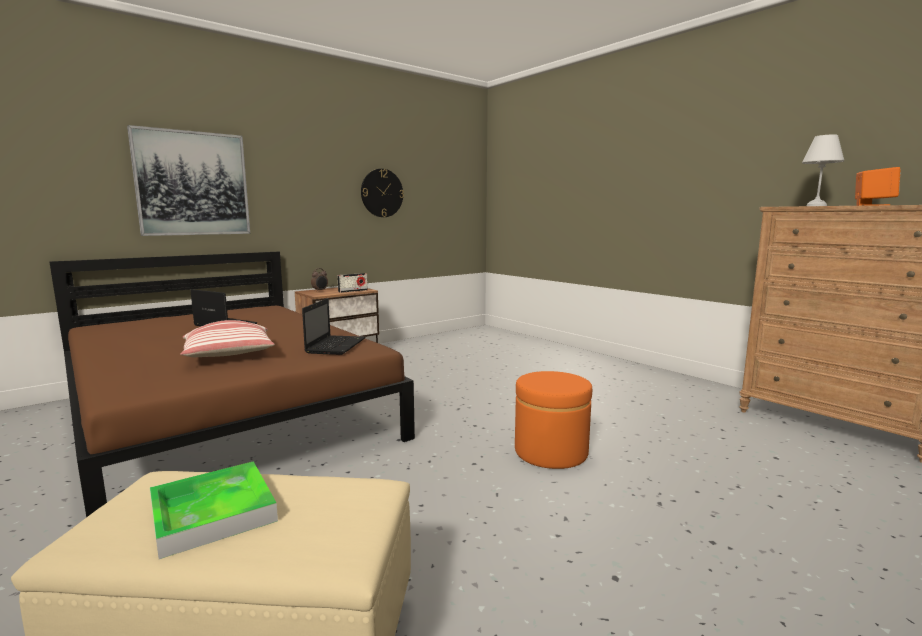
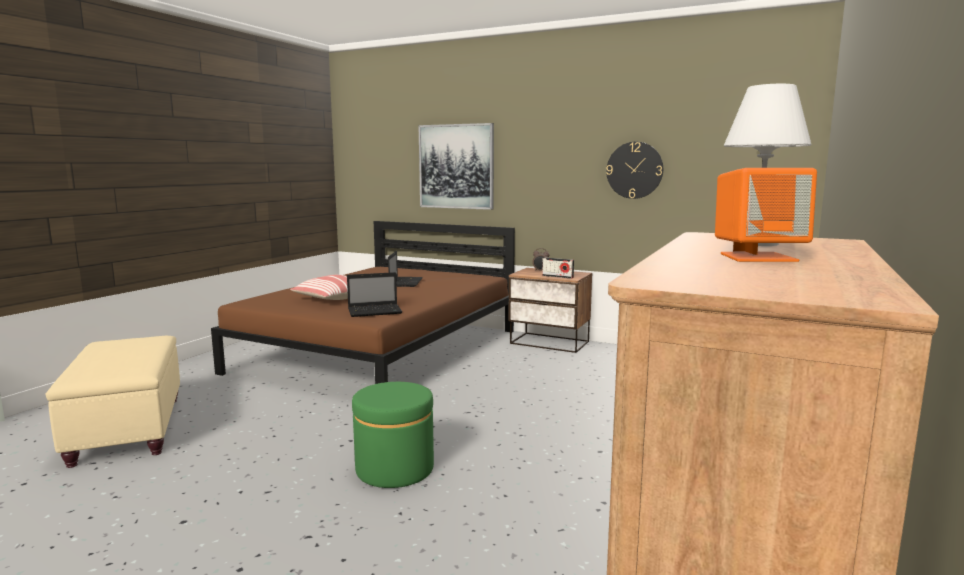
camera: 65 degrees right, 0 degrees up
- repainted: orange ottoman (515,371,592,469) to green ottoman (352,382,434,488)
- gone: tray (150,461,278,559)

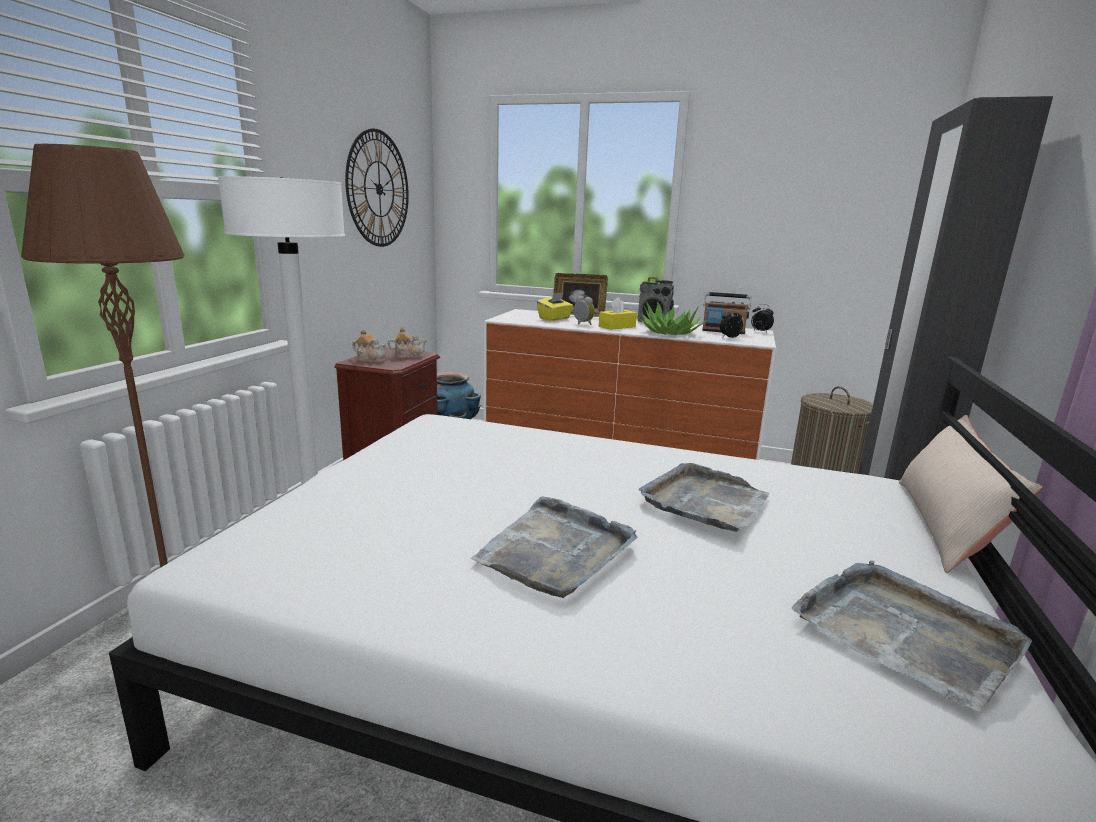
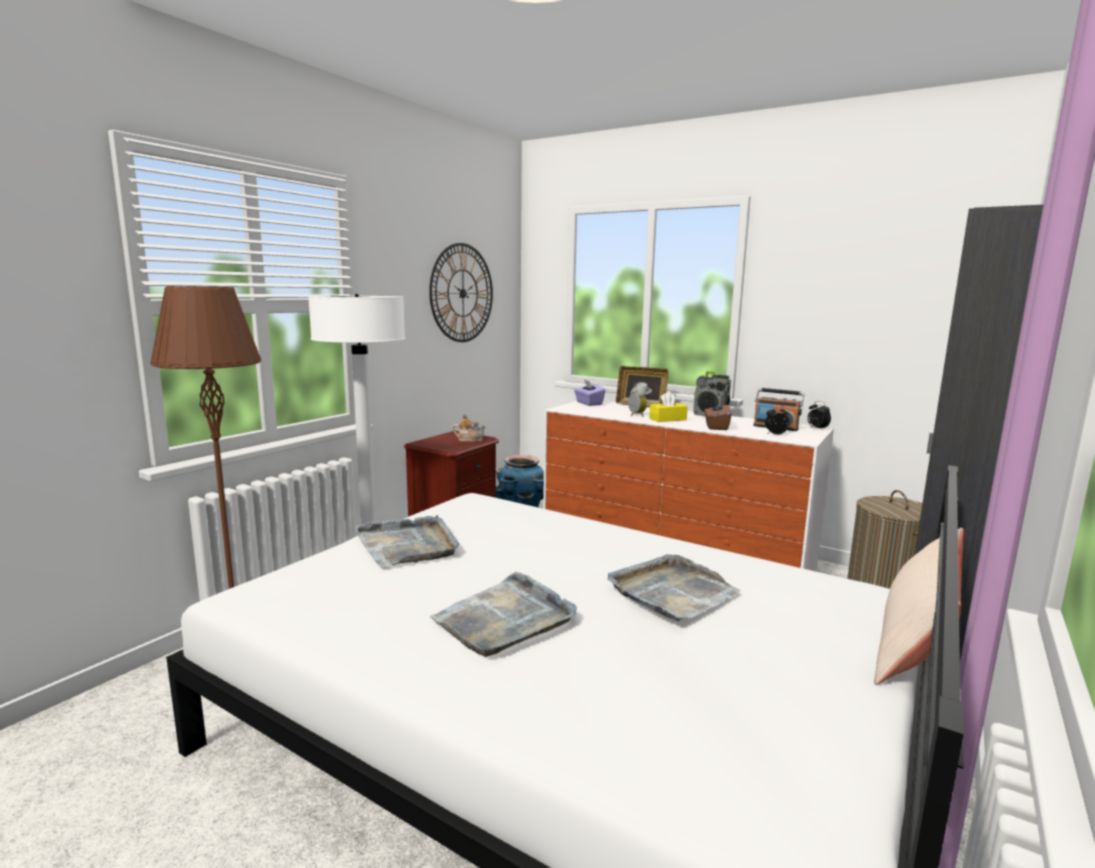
camera: 15 degrees right, 5 degrees down
- shifted: grey tray (792,561,1032,711) to (355,515,460,566)
- new: purple tissue box (574,380,605,406)
- swapped: potted plant (637,301,707,335) to brown tissue box (704,398,732,430)
- gone: teapot (352,329,386,363)
- gone: yellow tissue box (537,292,573,321)

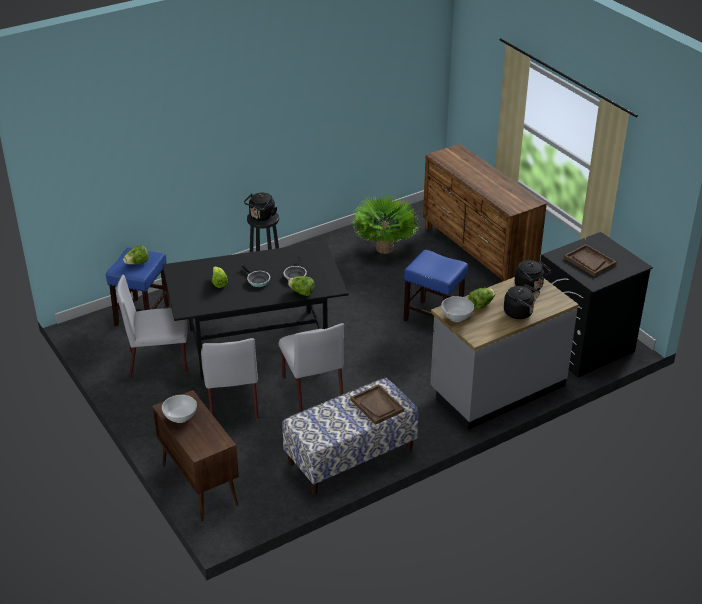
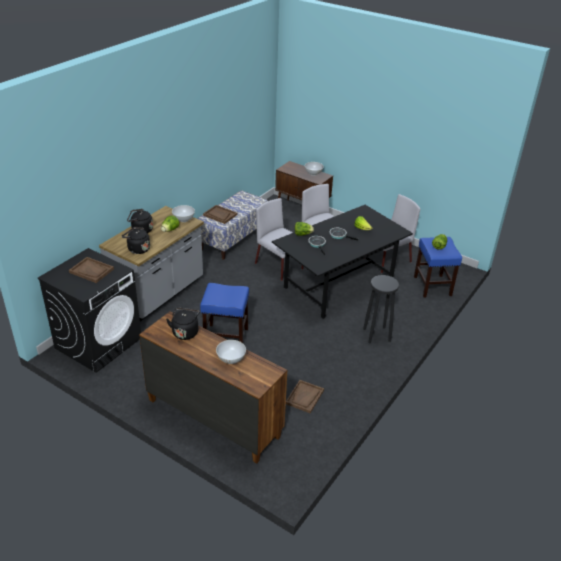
camera: 155 degrees right, 0 degrees up
- shifted: black kettle (244,193,277,221) to (166,307,200,340)
- new: white bowl (216,340,246,364)
- swapped: potted plant (351,195,419,254) to brown tray (286,380,324,413)

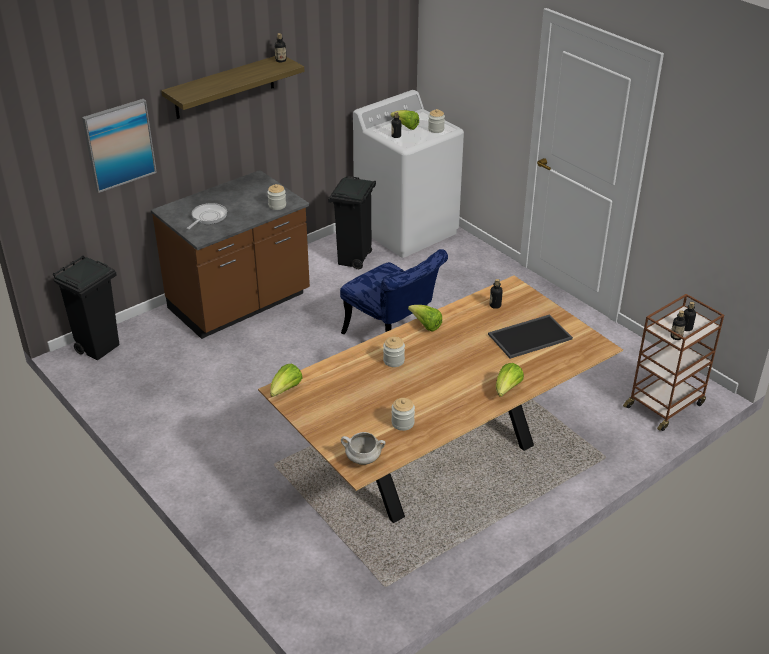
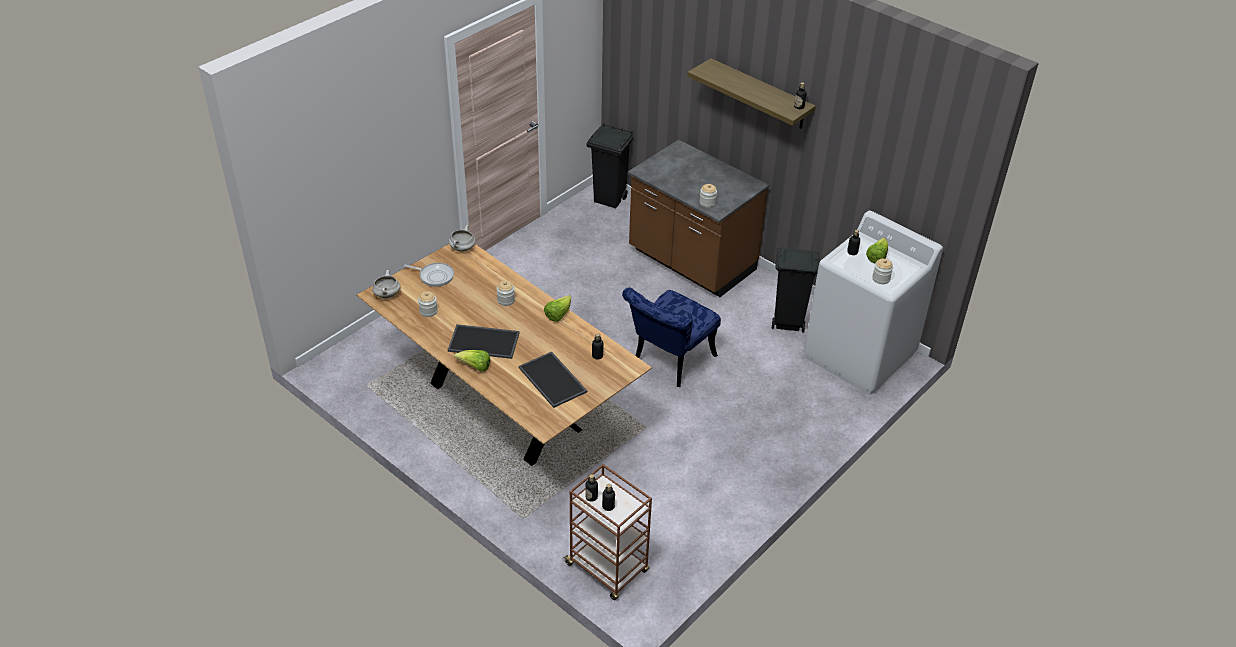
camera: 80 degrees right, 5 degrees up
- shifted: frying pan (187,203,227,229) to (404,263,454,287)
- new: tray (448,324,520,359)
- swapped: lettuce (270,364,303,397) to white cooking pot (449,225,476,252)
- gone: picture (82,99,157,193)

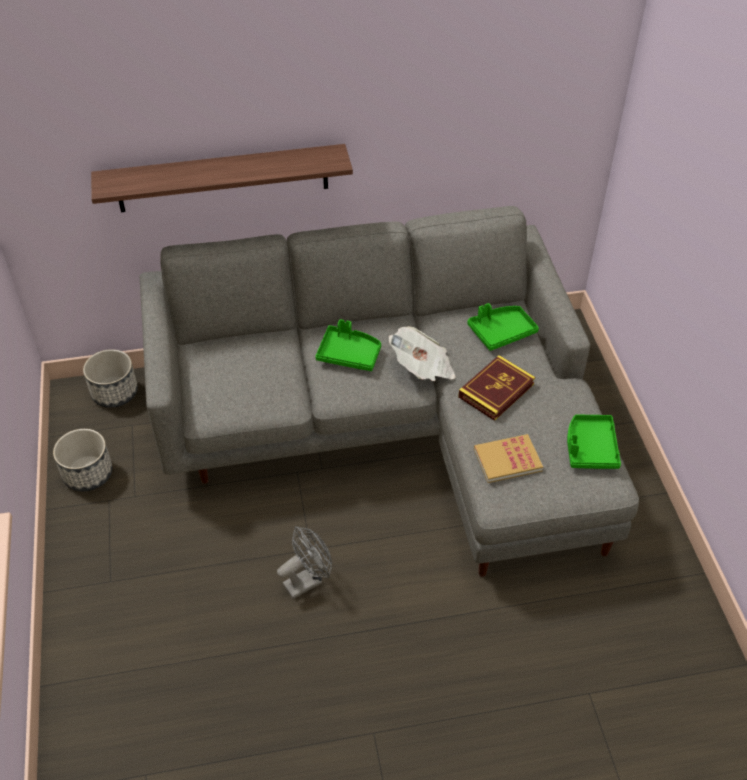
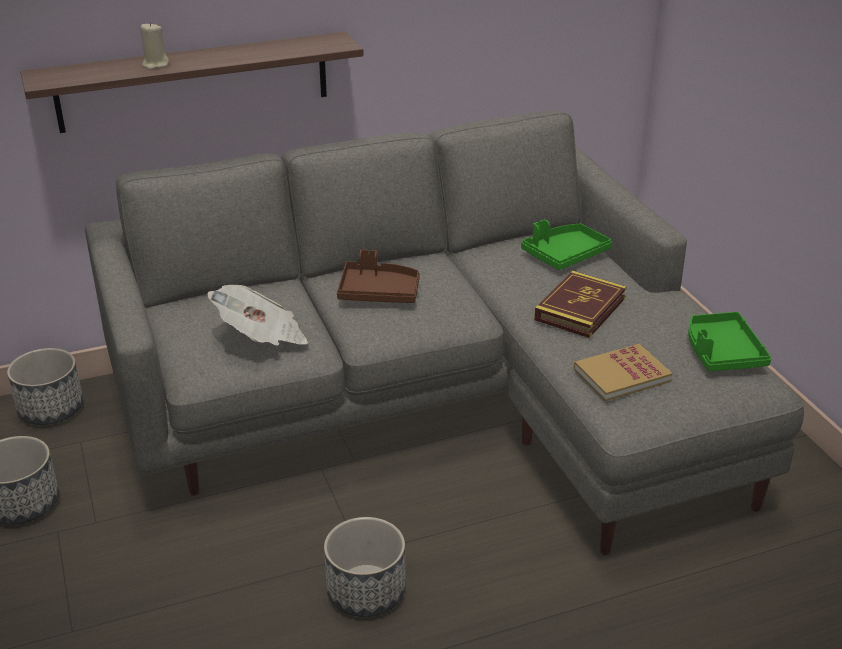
camera: 10 degrees left, 15 degrees down
- new: beige candle (140,22,169,70)
- shifted: newspaper (389,326,456,381) to (208,285,308,346)
- swapped: grey fan (277,526,332,599) to planter (324,517,406,617)
- repainted: green tray (315,319,381,371) to brown tray (337,249,420,303)

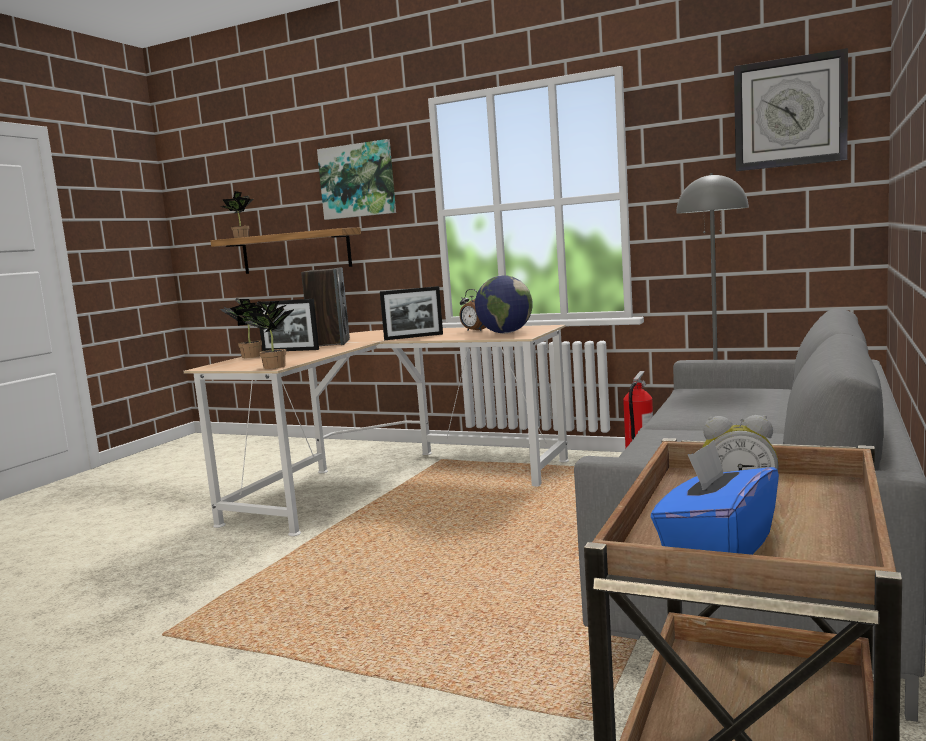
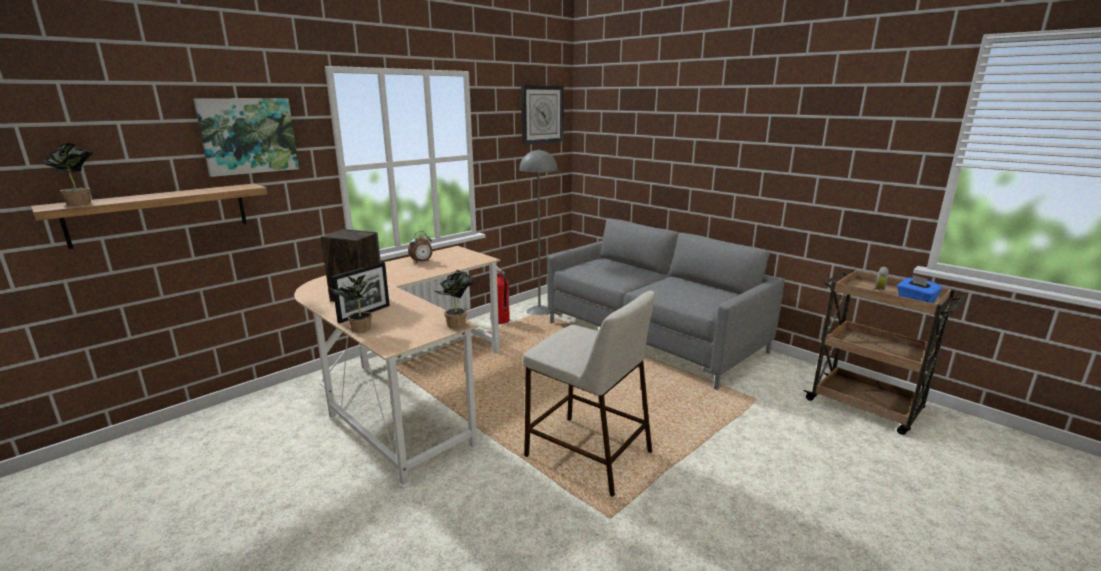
camera: 70 degrees left, 10 degrees up
- new: beige stool (523,291,655,497)
- gone: picture frame (380,286,443,340)
- gone: globe (475,275,533,333)

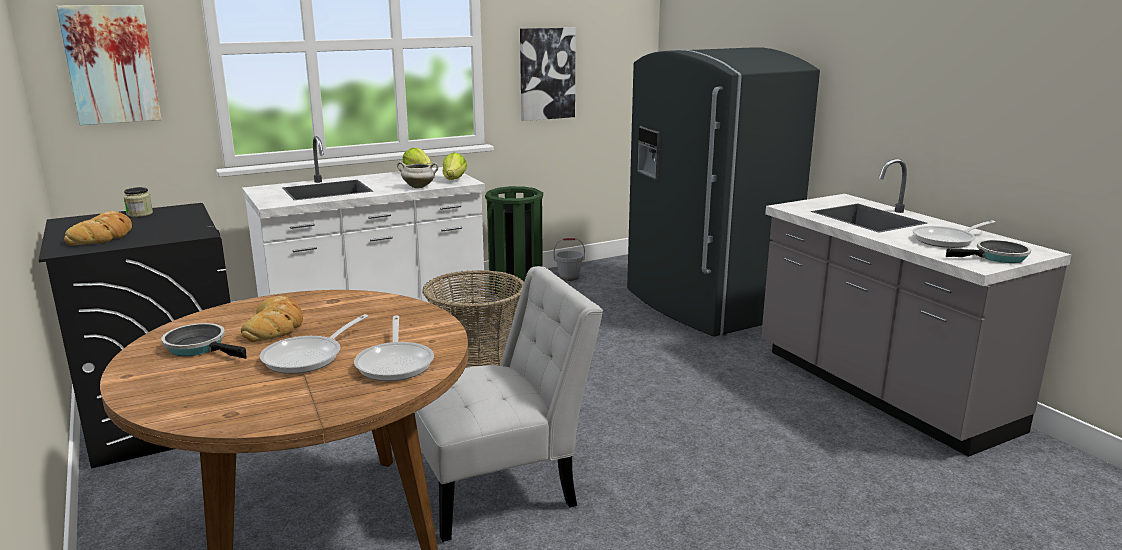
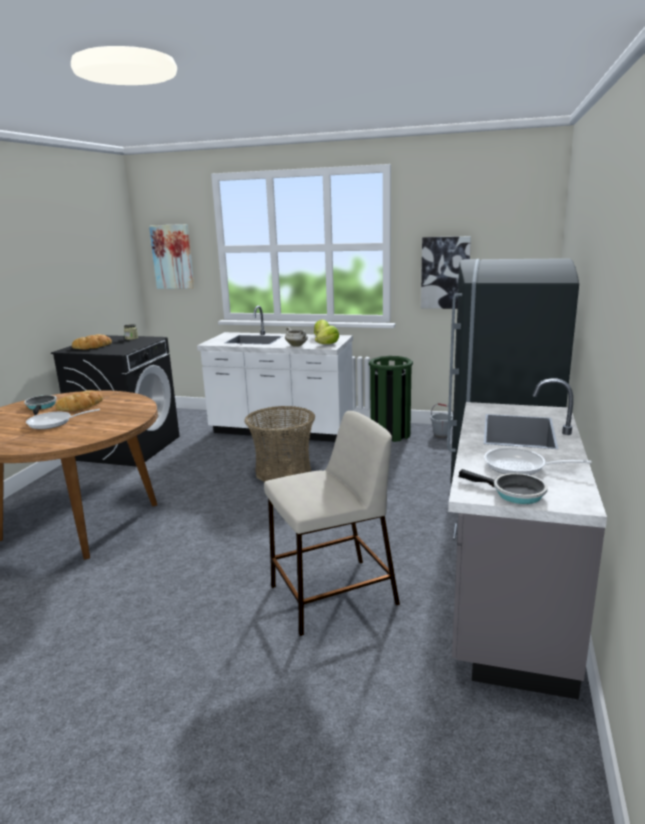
camera: 45 degrees right, 0 degrees up
- new: beige stool (264,411,400,636)
- gone: frying pan (354,315,434,381)
- gone: white chair (415,266,603,542)

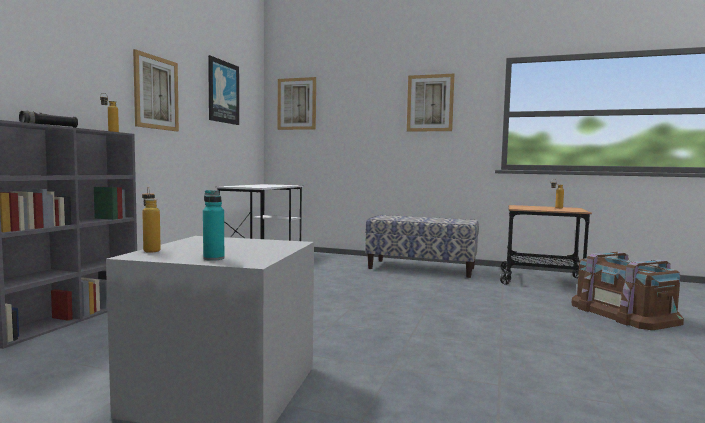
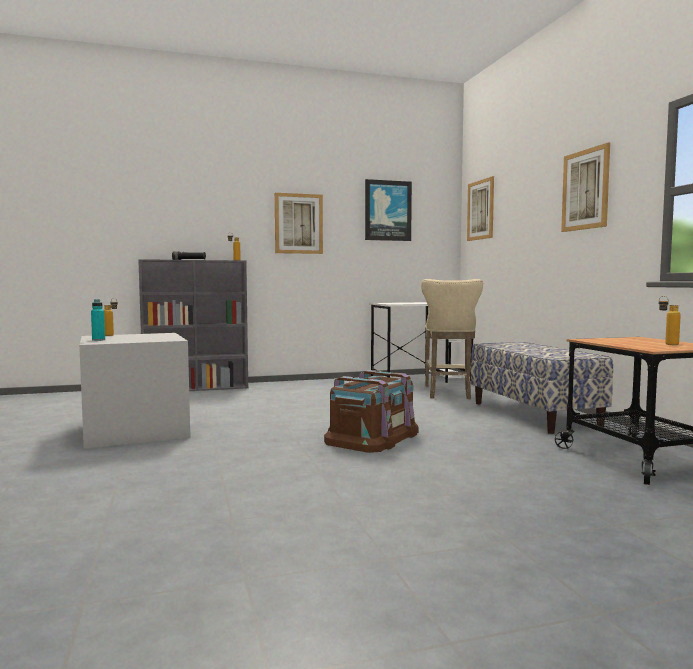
camera: 55 degrees right, 0 degrees up
- shifted: brown storage box (572,252,684,330) to (324,370,419,453)
- new: beige stool (421,279,483,399)

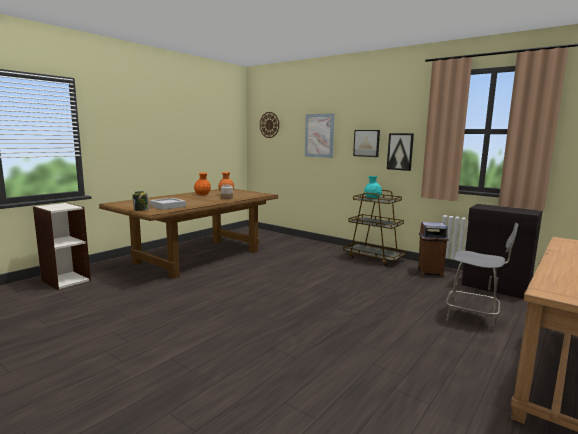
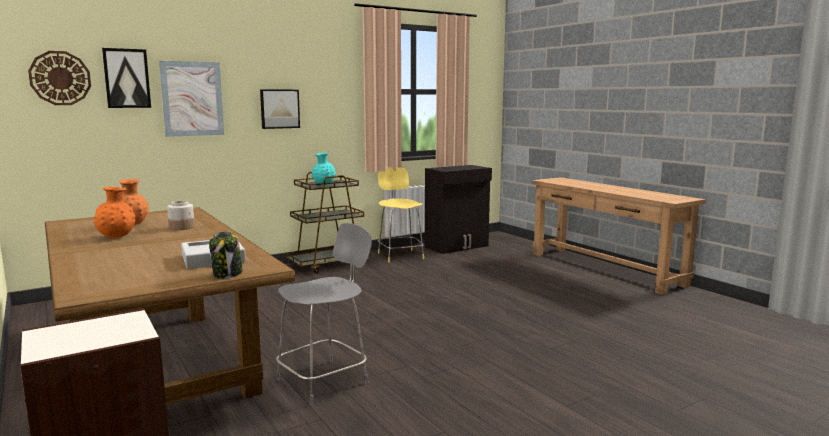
camera: 70 degrees left, 0 degrees up
- shifted: picture (387,133,414,171) to (102,48,151,108)
- shifted: grey stool (446,223,518,331) to (276,223,372,405)
- swapped: brown trash can (418,222,449,277) to yellow stool (378,167,424,263)

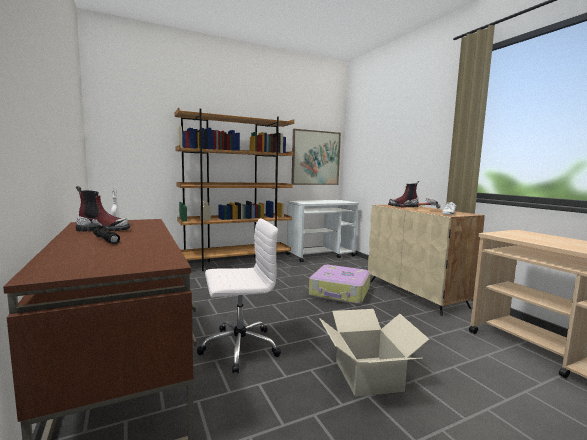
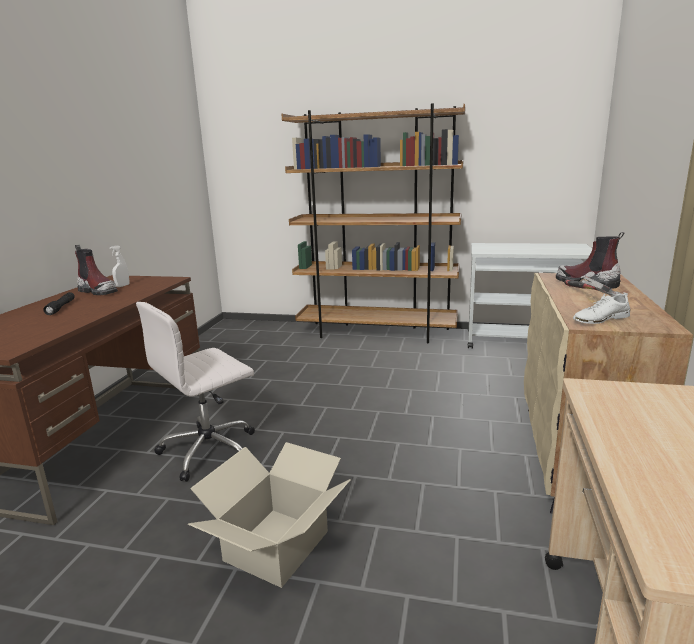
camera: 40 degrees right, 10 degrees up
- rotated: white office chair (197,218,281,373) = (136,302,255,482) 120 degrees clockwise
- gone: picture (291,129,341,185)
- gone: suitcase (309,265,370,304)

